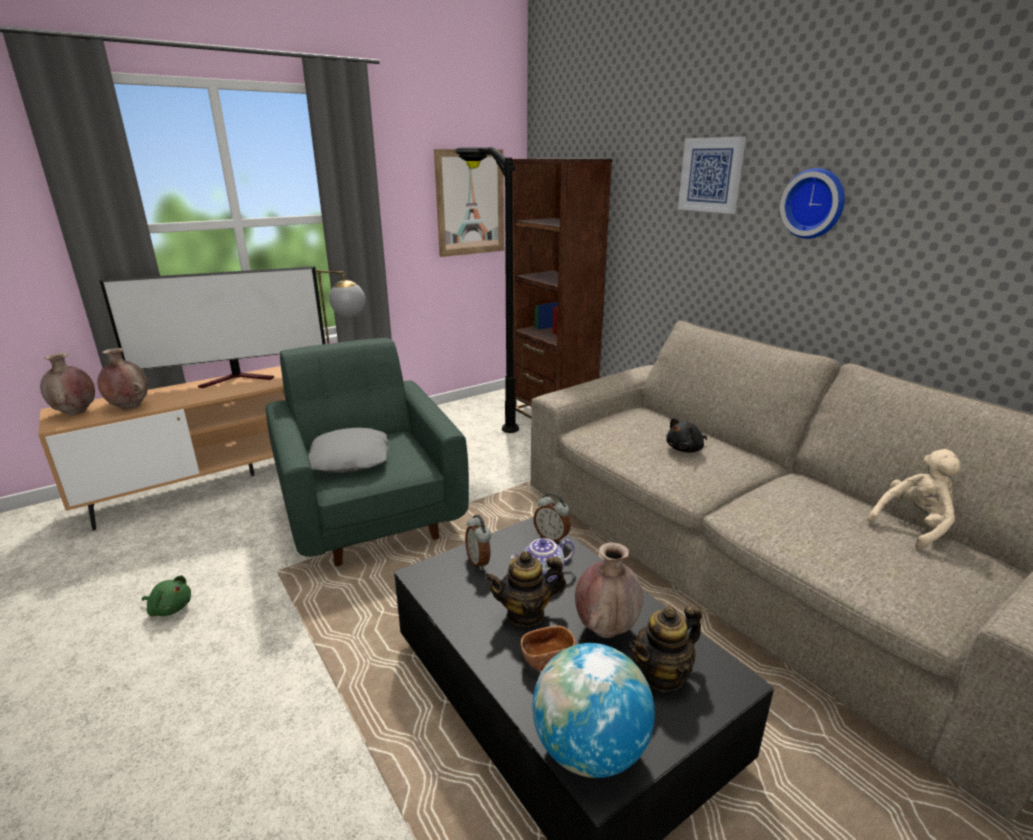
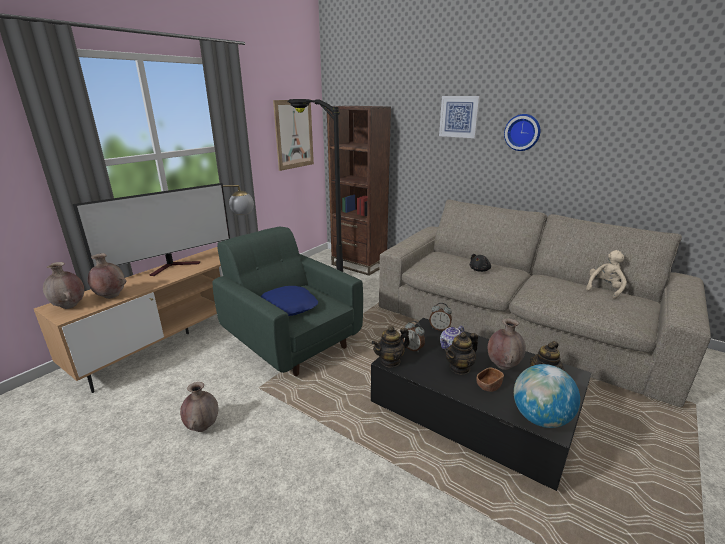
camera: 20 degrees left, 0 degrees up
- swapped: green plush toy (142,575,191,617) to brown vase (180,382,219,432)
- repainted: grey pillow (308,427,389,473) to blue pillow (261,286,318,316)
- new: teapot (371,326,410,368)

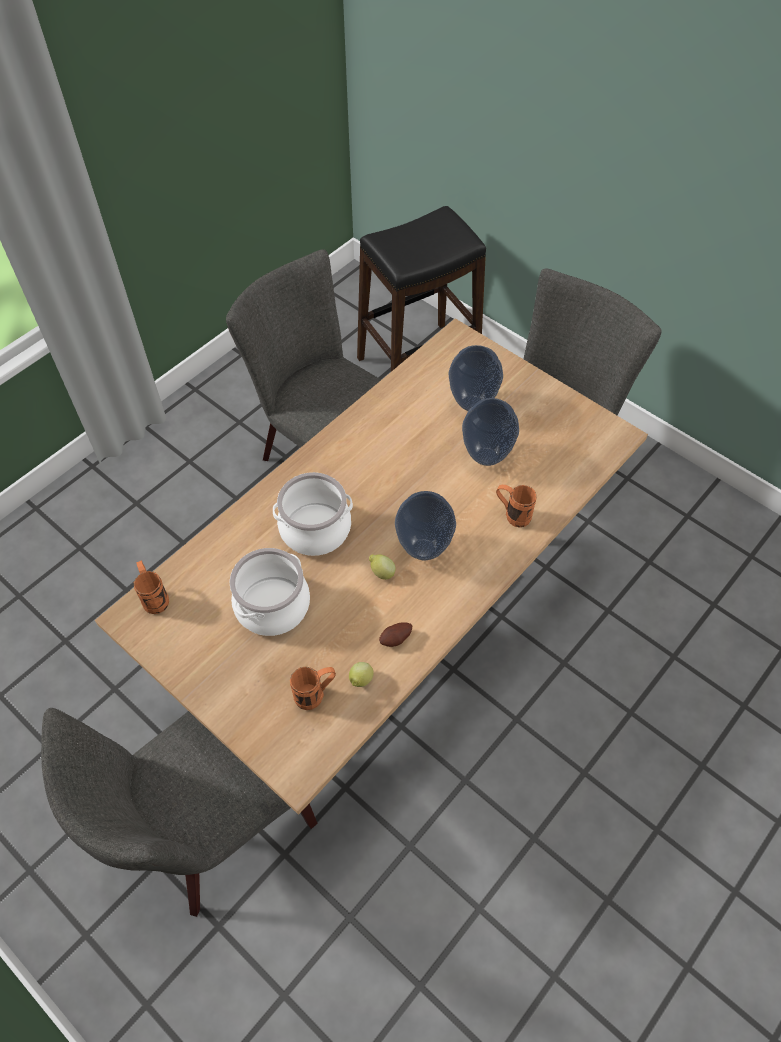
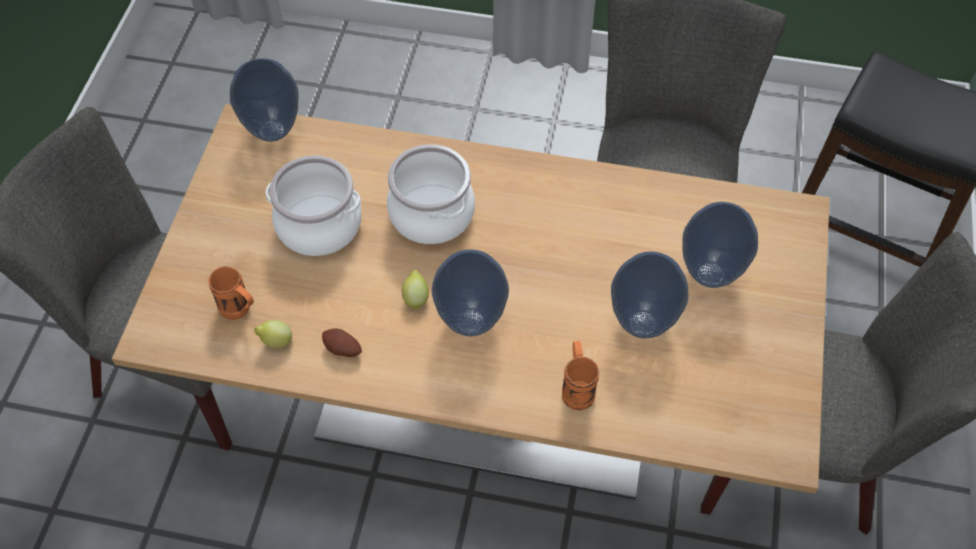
camera: 60 degrees right, 0 degrees up
- swapped: orange mug (134,561,169,614) to vase (230,58,298,142)

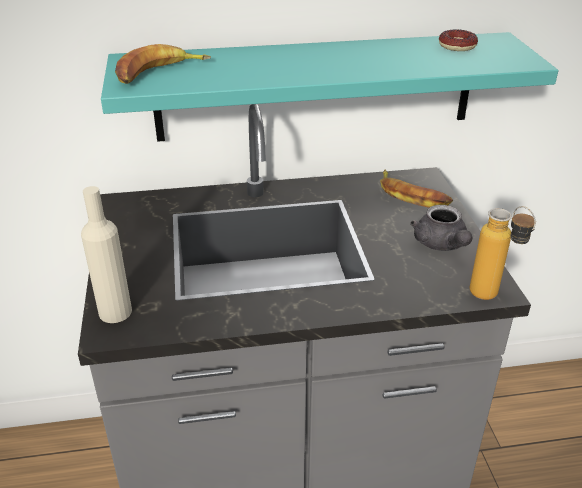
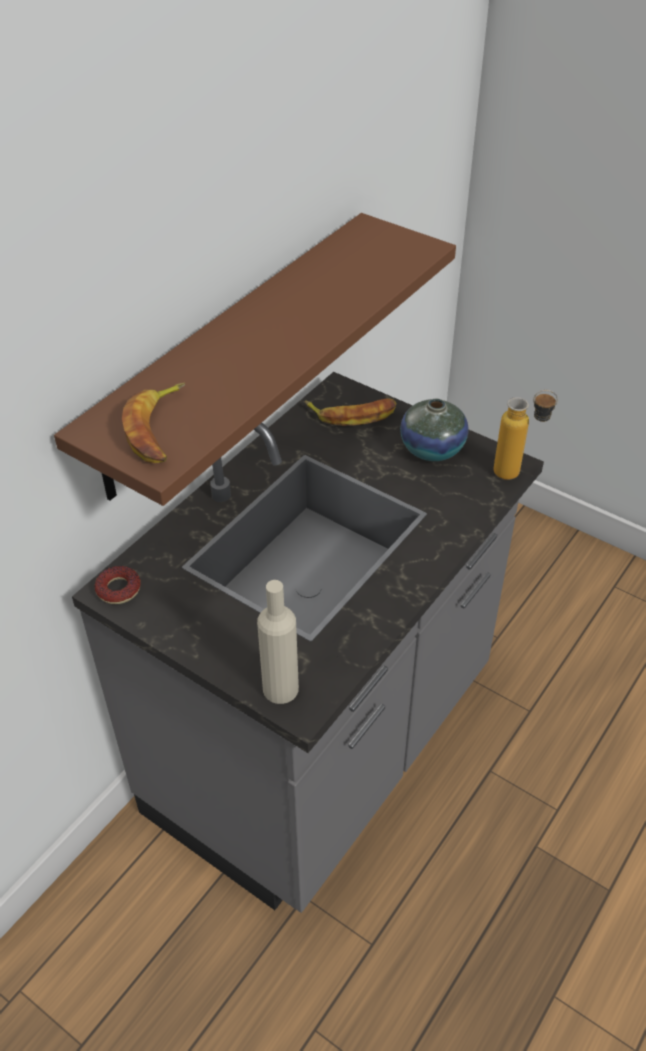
camera: 45 degrees left, 10 degrees up
- repainted: turquoise shelf (101,32,558,142) to brown shelf (54,213,456,506)
- shifted: donut (439,29,478,51) to (95,566,141,604)
- swapped: grey teapot (410,205,473,251) to vase (400,399,469,461)

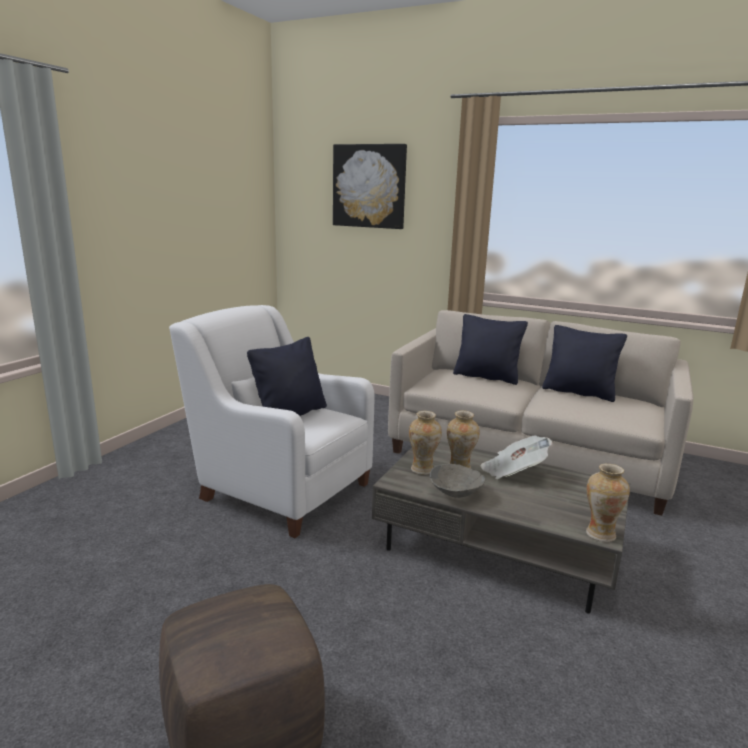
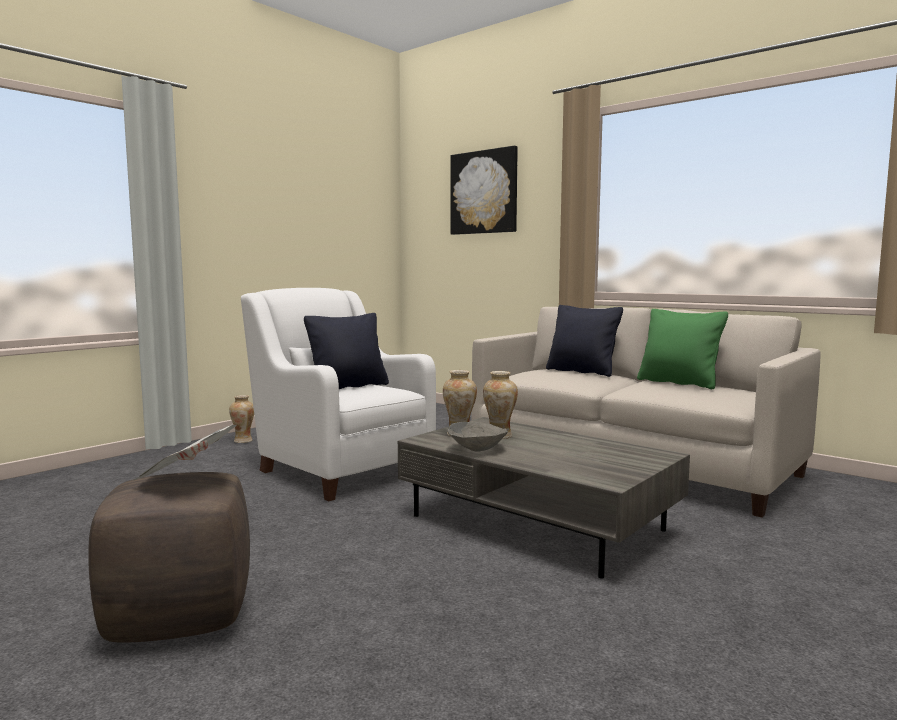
camera: 15 degrees right, 10 degrees down
- shifted: newspaper (480,435,553,479) to (132,424,237,481)
- shifted: vase (586,464,630,542) to (229,395,254,443)
- repainted: black pillow (542,325,627,402) to green pillow (637,309,728,389)

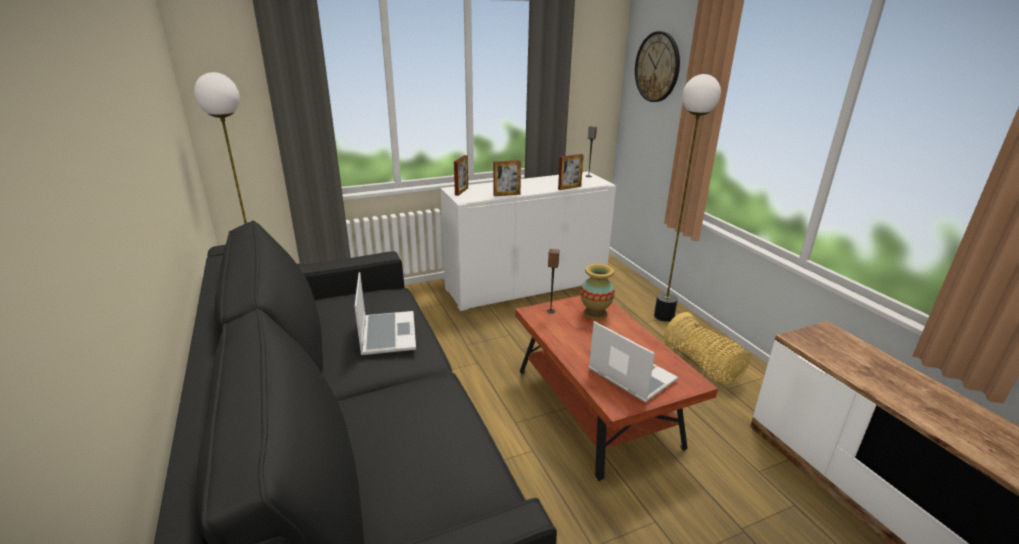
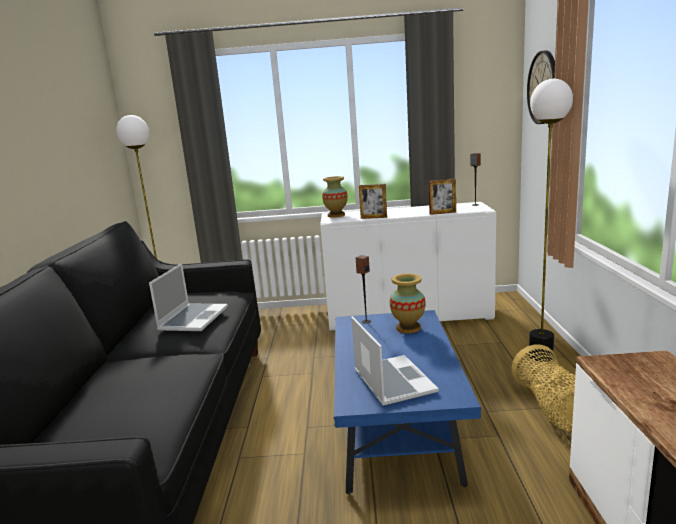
camera: 25 degrees right, 10 degrees down
- swapped: picture frame (454,155,468,196) to vase (322,176,348,217)
- repainted: brown coffee table (515,295,718,481) to blue coffee table (334,310,481,494)

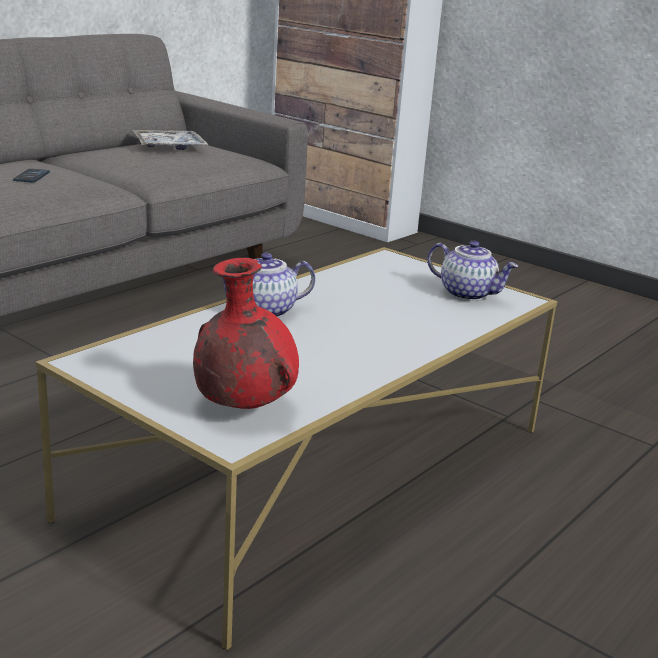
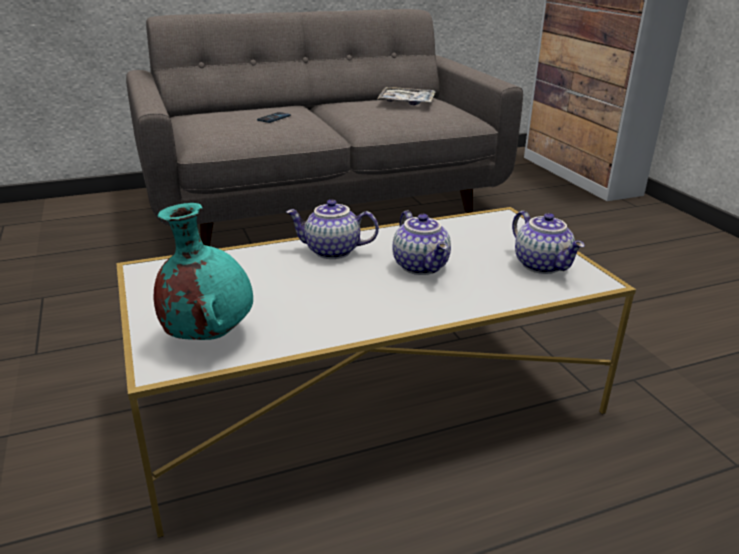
camera: 30 degrees right, 5 degrees up
- repainted: red vase (193,258,299,409) to turquoise vase (153,203,253,340)
- new: teapot (393,211,451,275)

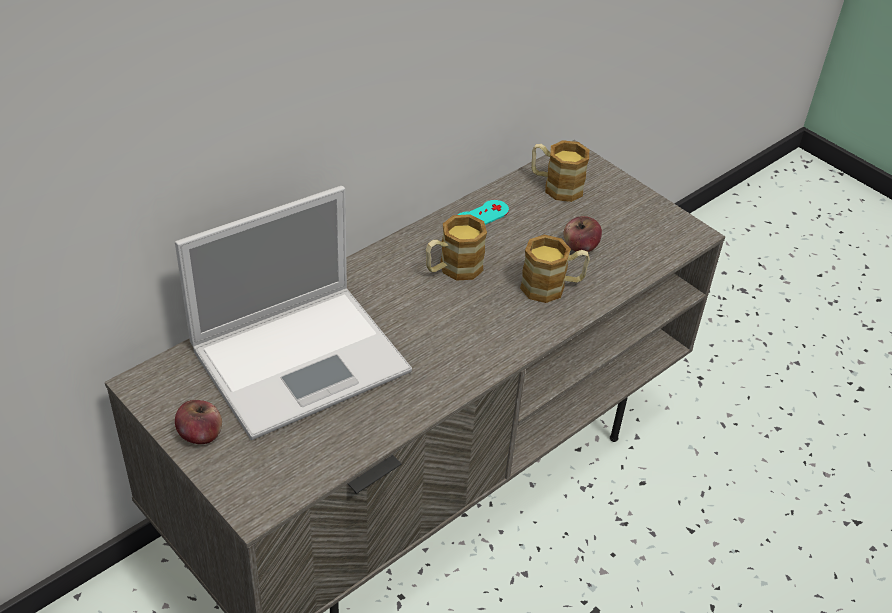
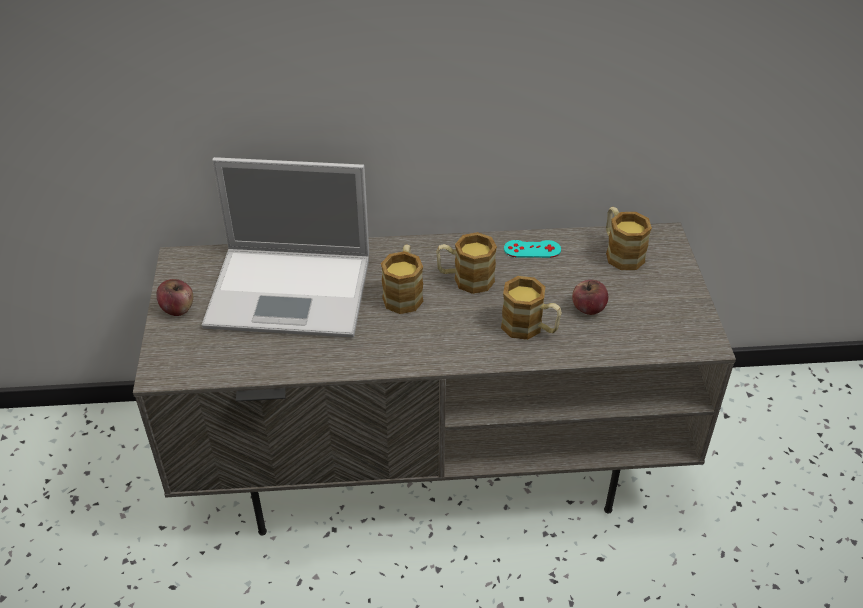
camera: 40 degrees right, 0 degrees up
- new: mug (381,245,423,314)

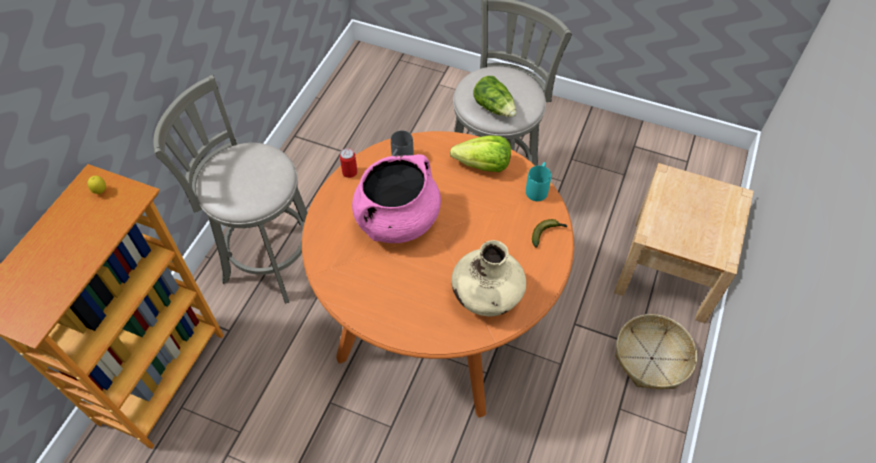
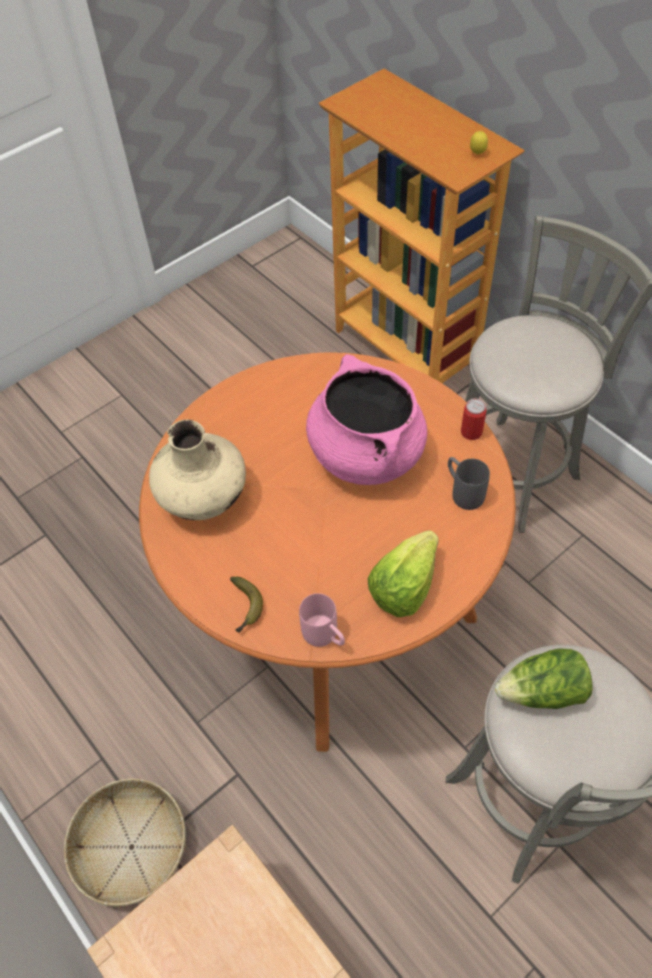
camera: 120 degrees right, 0 degrees up
- repainted: turquoise mug (526,162,551,201) to pink mug (299,593,345,647)

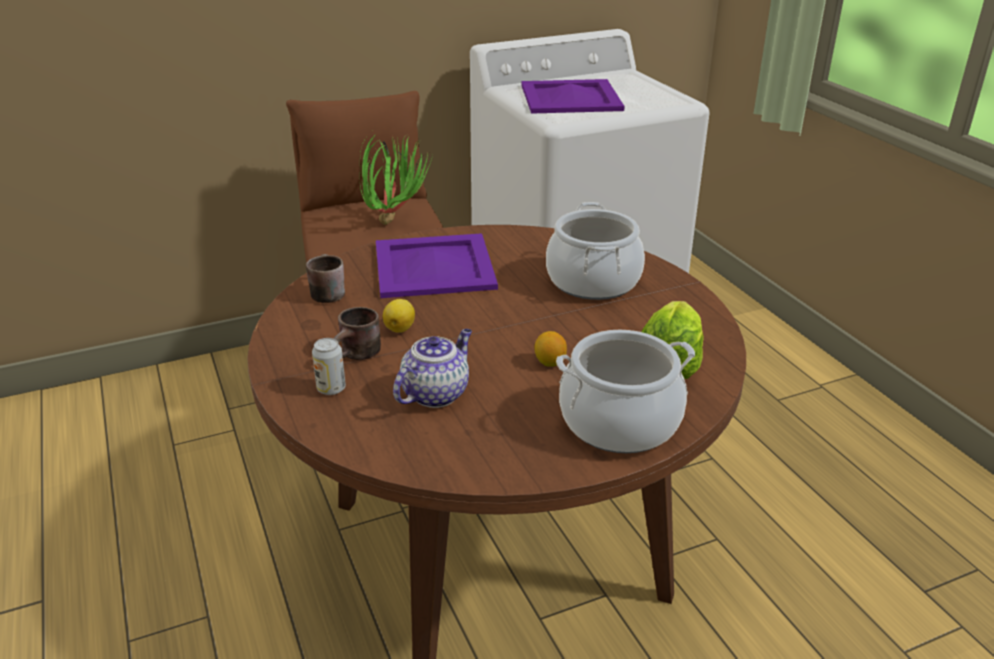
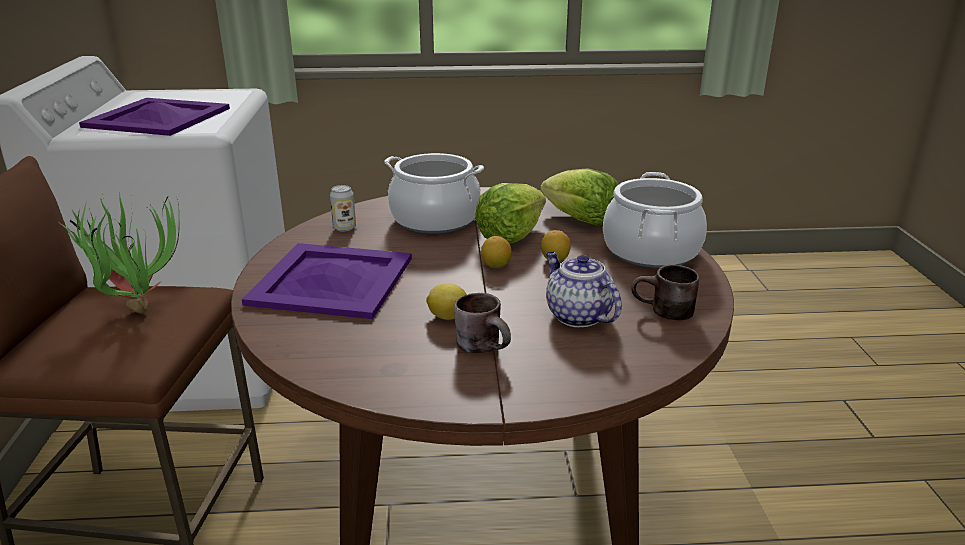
camera: 70 degrees left, 5 degrees down
- shifted: can (312,338,346,395) to (330,185,356,232)
- new: lettuce (475,183,546,243)
- new: lemon (481,236,512,268)
- shifted: brown mug (306,254,345,303) to (631,265,699,321)

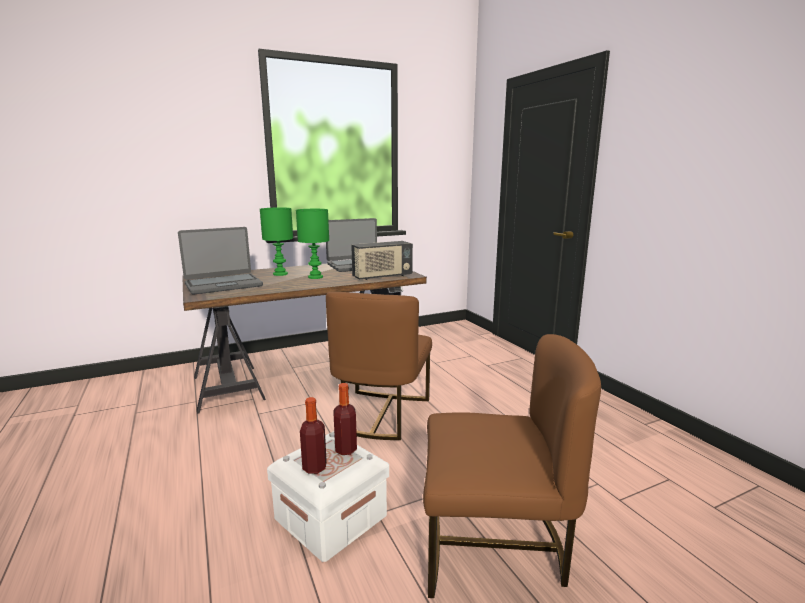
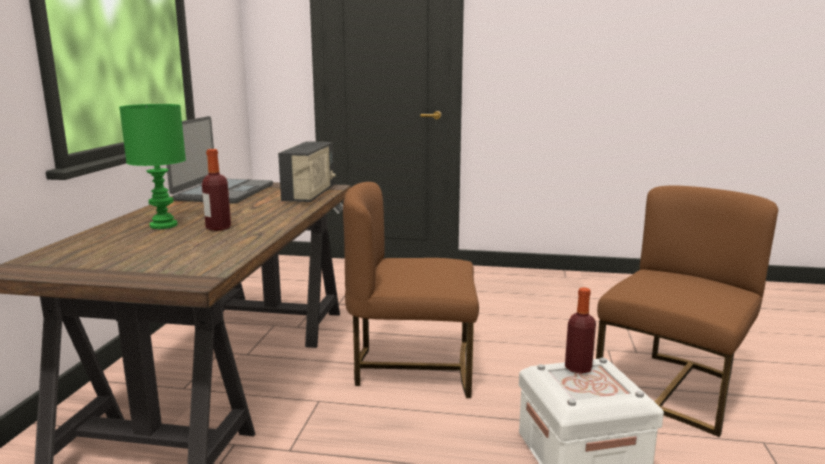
camera: 55 degrees left, 0 degrees up
- shifted: bottle (300,397,327,474) to (202,149,231,231)
- rotated: brown chair (326,292,432,440) = (343,182,479,398) 135 degrees clockwise
- gone: laptop (178,227,263,295)
- gone: green table lamp (296,209,329,279)

